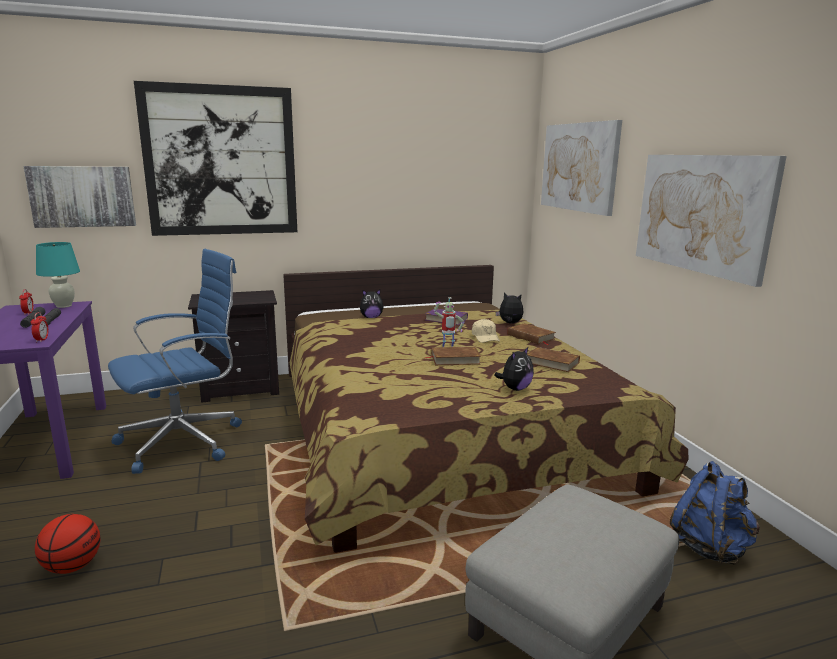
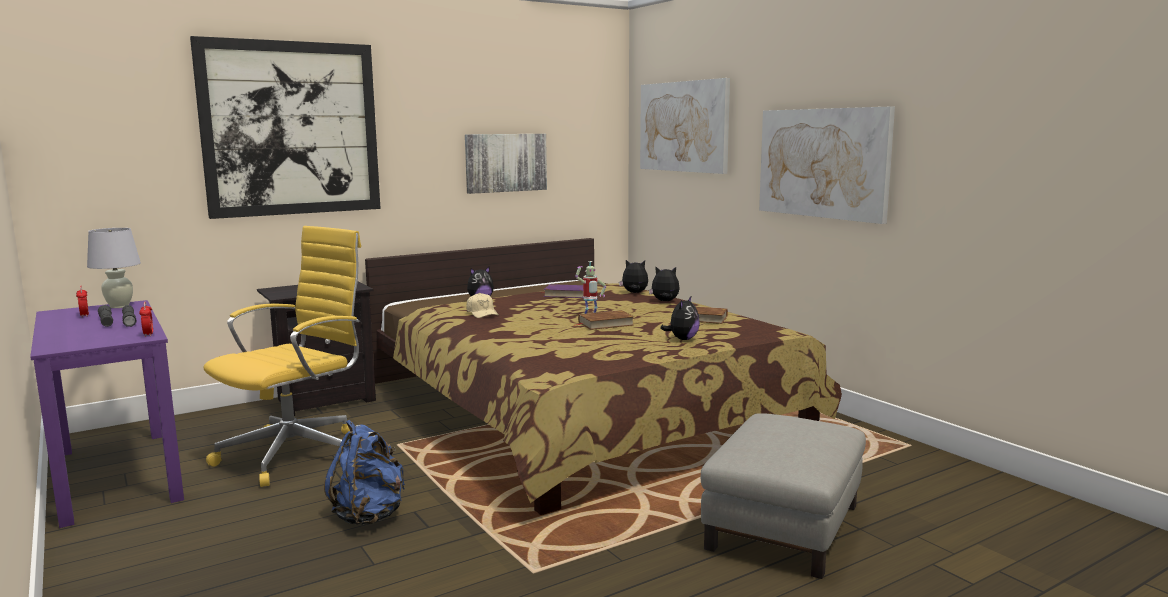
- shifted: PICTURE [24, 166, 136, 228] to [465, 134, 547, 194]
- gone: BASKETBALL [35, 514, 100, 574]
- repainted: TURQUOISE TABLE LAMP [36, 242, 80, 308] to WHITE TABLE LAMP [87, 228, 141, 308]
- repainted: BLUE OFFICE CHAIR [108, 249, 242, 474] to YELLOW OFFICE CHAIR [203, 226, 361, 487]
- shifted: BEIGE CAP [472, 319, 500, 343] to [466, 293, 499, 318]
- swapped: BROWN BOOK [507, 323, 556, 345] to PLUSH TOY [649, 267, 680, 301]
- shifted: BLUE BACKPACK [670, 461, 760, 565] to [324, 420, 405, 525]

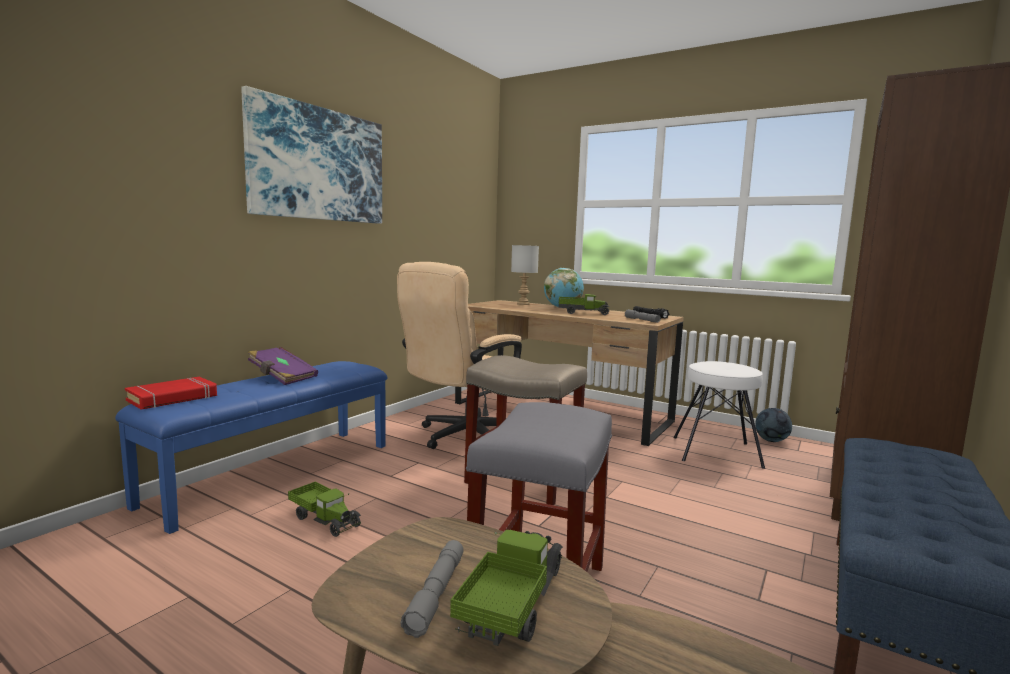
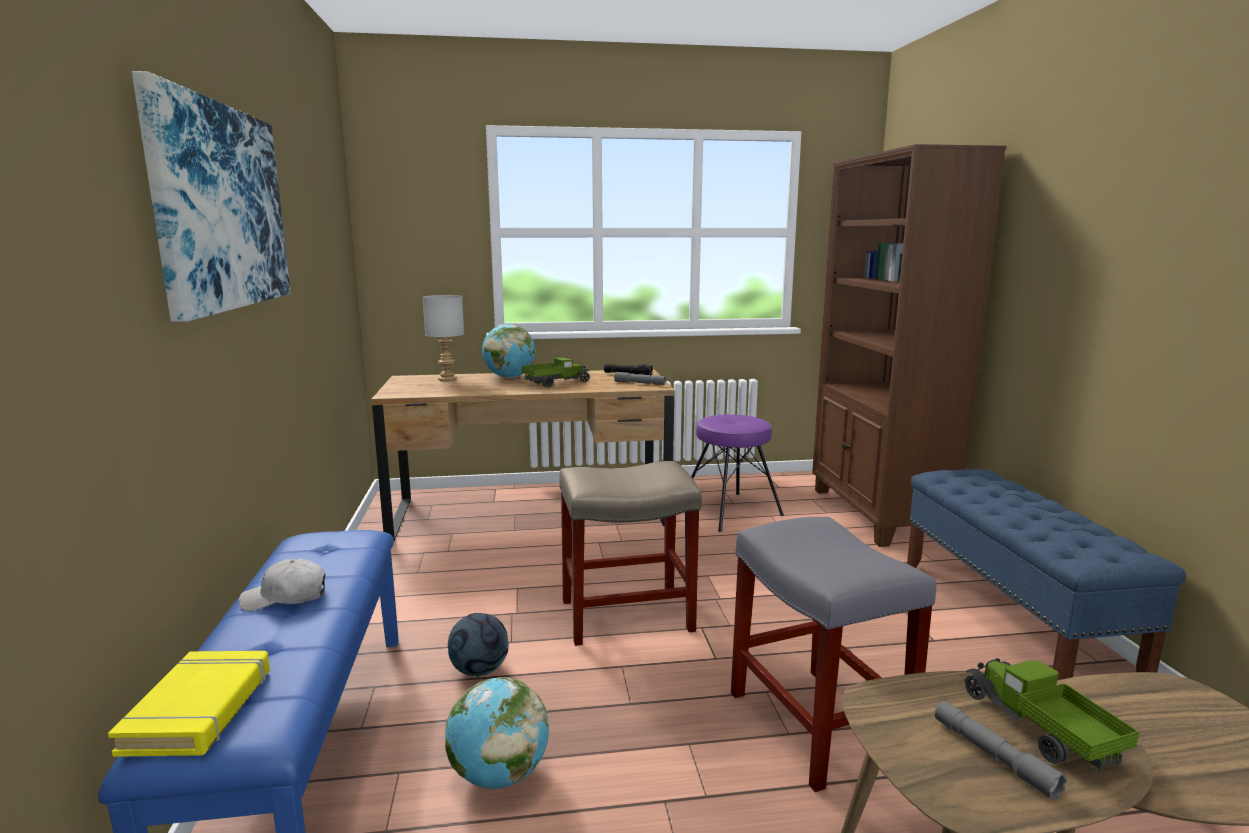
- repainted: RED BOOK [125, 377, 217, 410] to YELLOW BOOK [108, 651, 270, 757]
- swapped: PURPLE BOOK [248, 347, 318, 385] to WHITE CAP [239, 559, 325, 611]
- swapped: TOY TRUCK [288, 482, 361, 537] to GLOBE [445, 677, 549, 789]
- gone: BEIGE OFFICE CHAIR [397, 262, 522, 449]
- repainted: WHITE STOOL [673, 361, 765, 469] to PURPLE STOOL [691, 414, 784, 532]
- shifted: FOOTBALL [755, 408, 792, 442] to [448, 613, 509, 676]

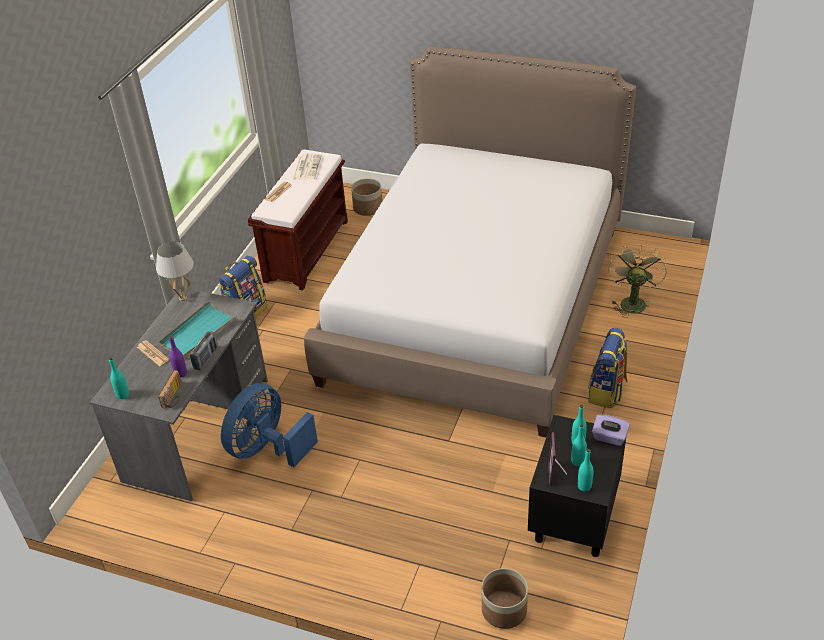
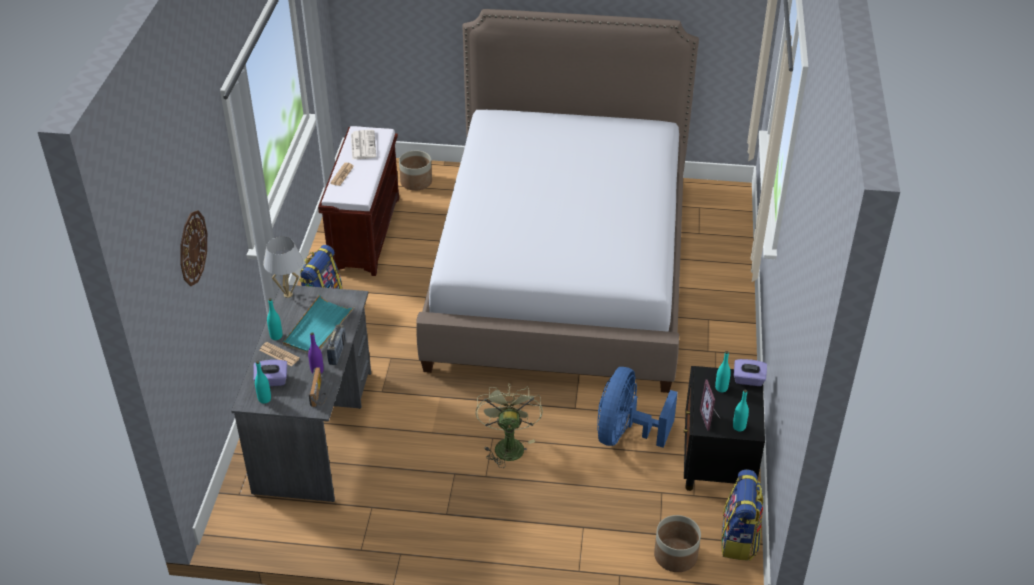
- shifted: BLUE FAN [221, 383, 318, 467] to [597, 367, 678, 448]
- shifted: TURQUOISE BOTTLE [571, 424, 587, 466] to [267, 298, 282, 340]
- shifted: BACKPACK [588, 328, 627, 409] to [721, 469, 764, 561]
- shifted: GREEN FAN [608, 245, 667, 318] to [476, 383, 543, 468]
- new: WALL CLOCK [180, 210, 207, 286]
- new: PURPLE TISSUE BOX [253, 360, 287, 386]

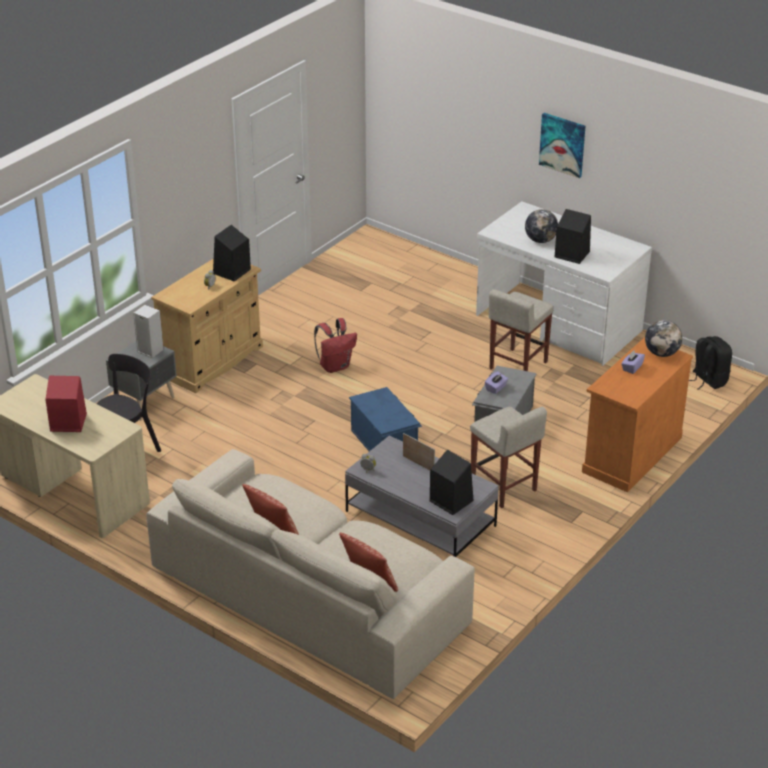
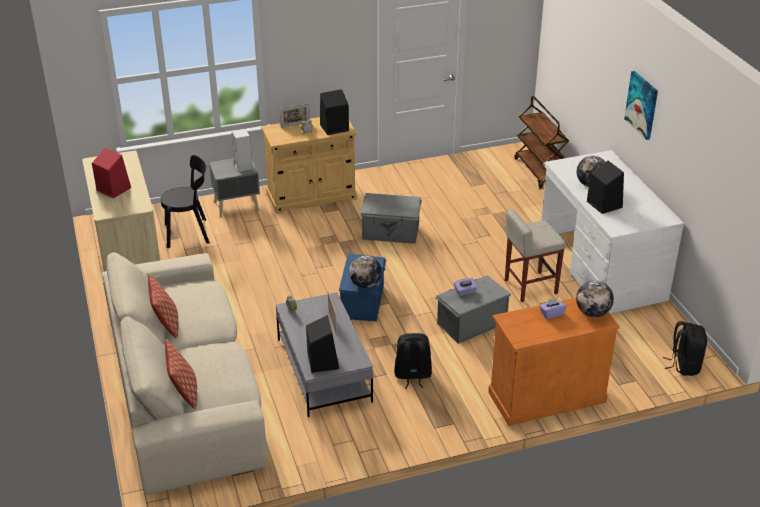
- swapped: RED BACKPACK [314, 318, 357, 373] to GREY STORAGE BOX [359, 193, 422, 244]
- swapped: BEIGE STOOL [470, 407, 547, 508] to BLACK BACKPACK [394, 333, 432, 389]
- new: PICTURE FRAME [280, 103, 310, 128]
- new: GLOBE [349, 256, 382, 288]
- new: BROWN CART [514, 96, 569, 189]

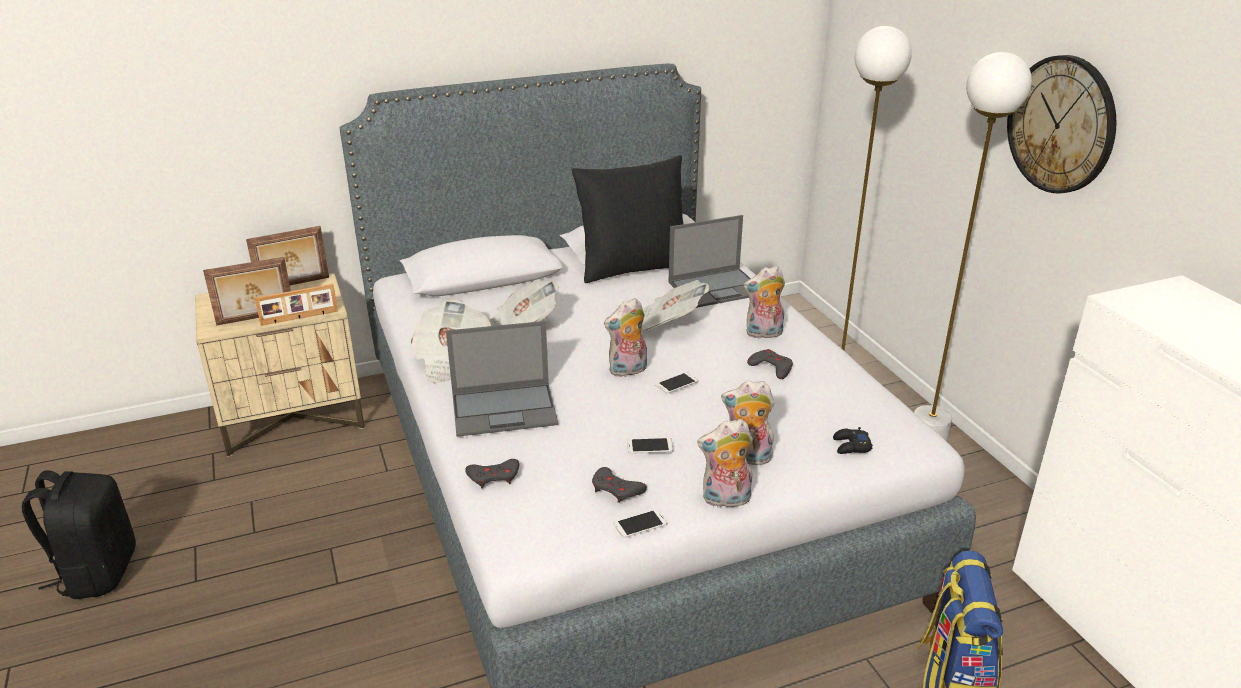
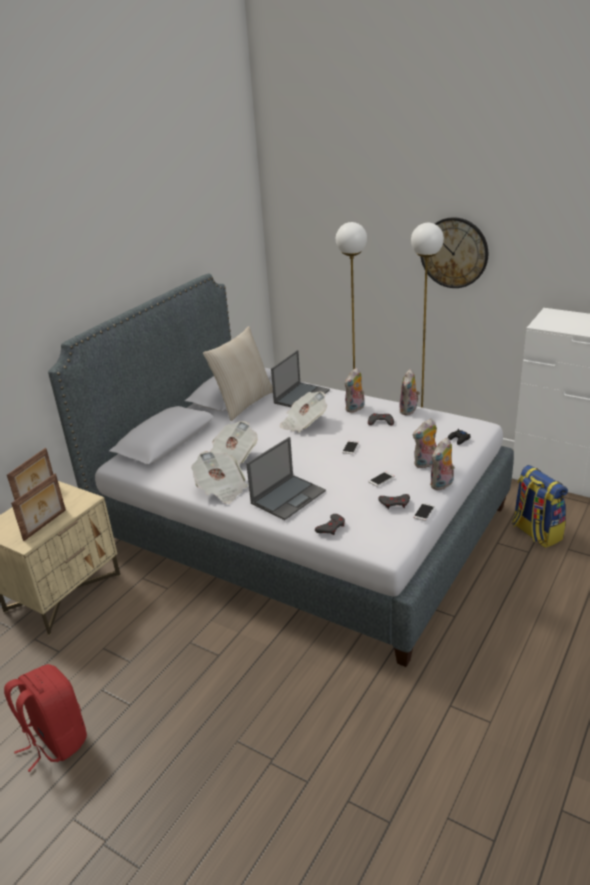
- repainted: BLACK BACKPACK [22, 470, 136, 599] to RED BACKPACK [4, 664, 87, 772]
- gone: PICTURE FRAME [255, 284, 338, 326]
- repainted: BLACK PILLOW [572, 155, 683, 283] to BEIGE PILLOW [203, 326, 273, 421]
- shifted: PLUSH TOY [604, 298, 647, 378] to [399, 369, 420, 415]

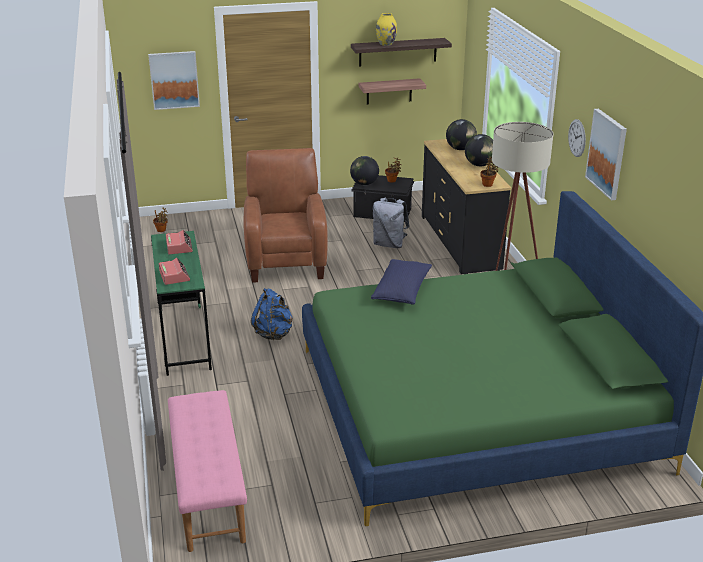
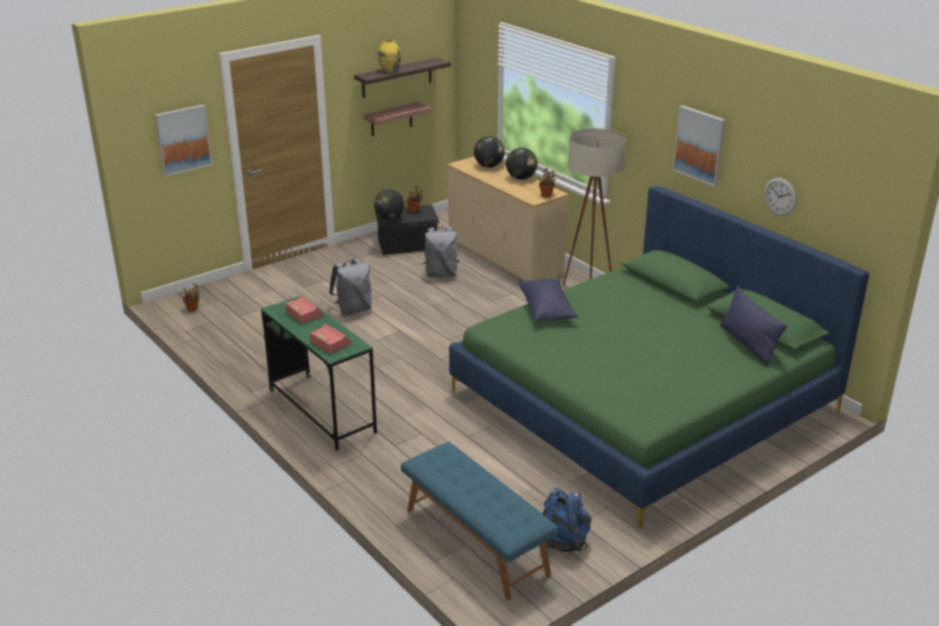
- repainted: PINK BENCH [168, 390, 247, 552] to BLUE BENCH [401, 442, 559, 600]
- swapped: BROWN ARMCHAIR [243, 148, 328, 283] to GREY BACKPACK [329, 259, 372, 316]
- shifted: BLUE BACKPACK [251, 288, 293, 340] to [542, 487, 592, 552]
- repainted: BLACK DRESSER [422, 139, 511, 274] to BEIGE DRESSER [447, 157, 569, 281]
- shifted: WALL CLOCK [568, 119, 586, 157] to [764, 178, 797, 216]
- new: BLUE PILLOW [720, 287, 787, 366]

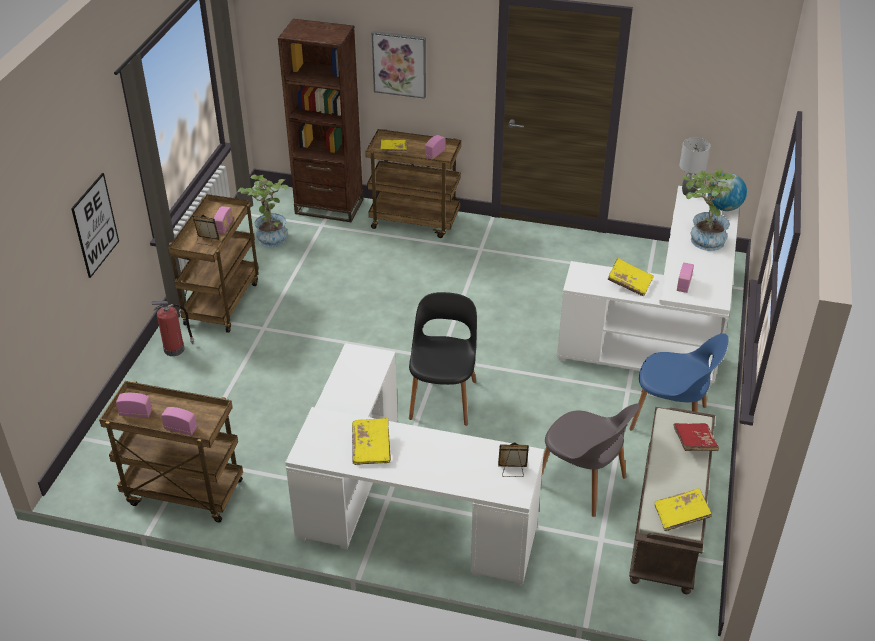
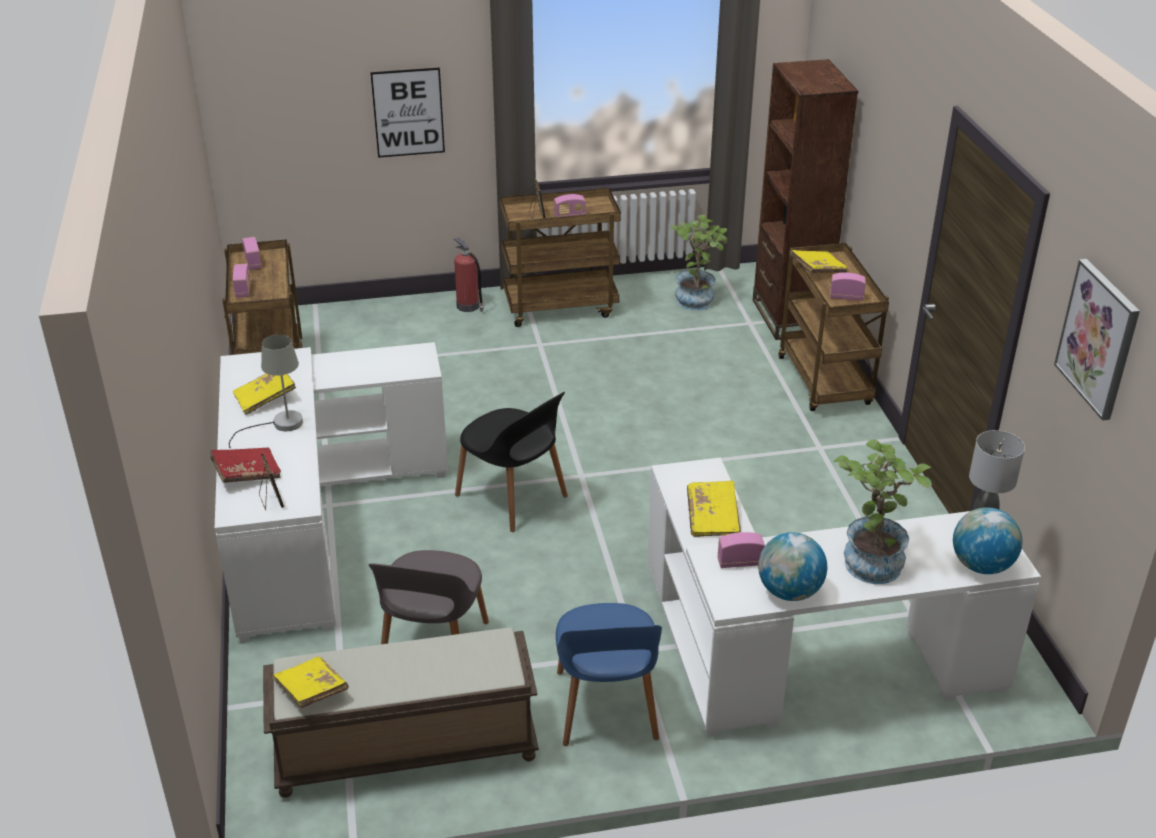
- shifted: PICTURE [372, 31, 426, 99] to [1054, 259, 1140, 421]
- rotated: BLACK CHAIR [409, 292, 477, 426] = [455, 392, 568, 532] 60 degrees clockwise
- shifted: RED BOOK [673, 423, 719, 451] to [210, 448, 281, 483]
- new: GREY TABLE LAMP [229, 334, 303, 449]
- new: GLOBE [758, 532, 827, 601]

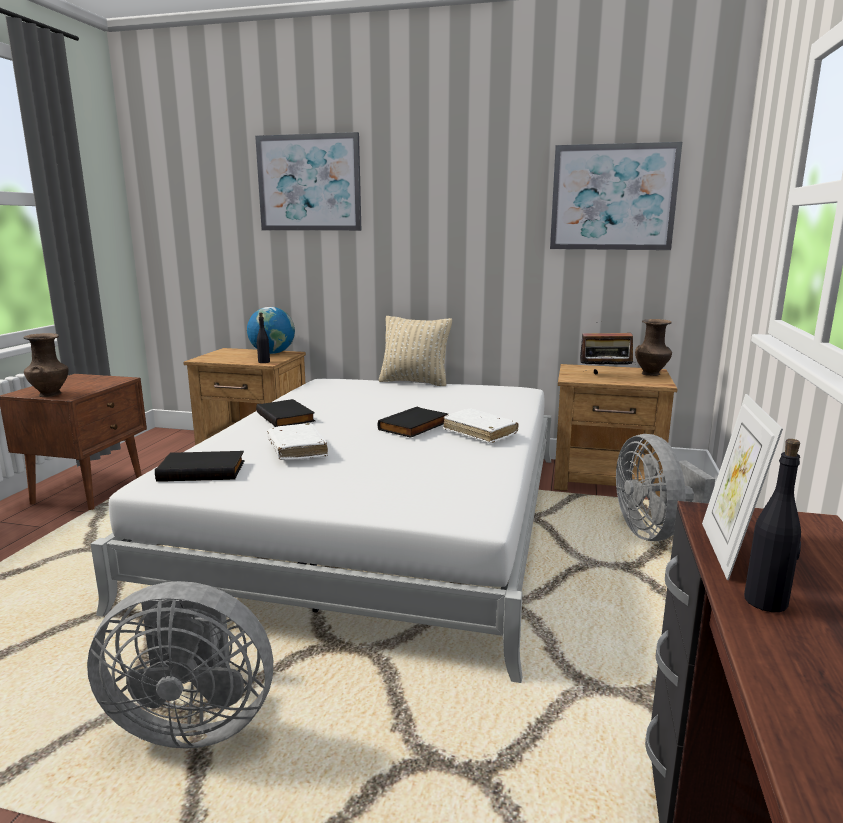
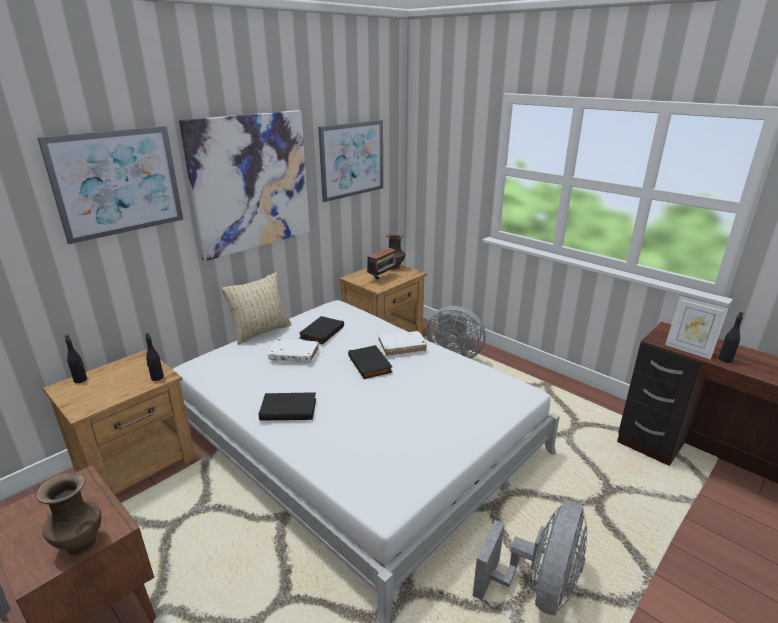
- shifted: BLACK BOOK [155, 451, 245, 482] to [299, 316, 344, 345]
- gone: GLOBE [247, 307, 295, 354]
- shifted: WHITE BOOK [267, 423, 328, 460] to [268, 339, 319, 362]
- new: BLACK BOTTLE [65, 334, 87, 383]
- new: PICTURE [179, 110, 310, 261]

